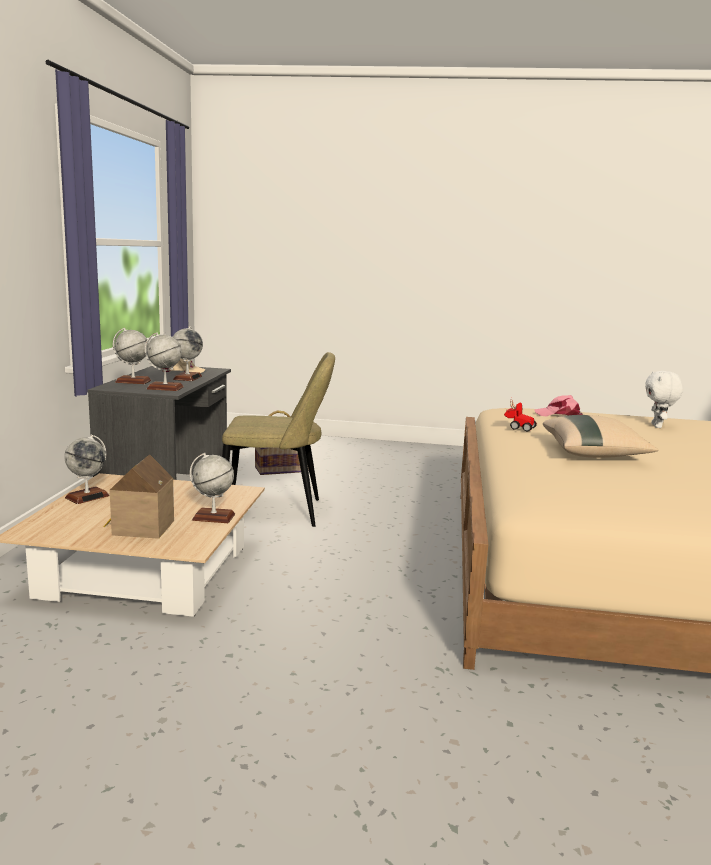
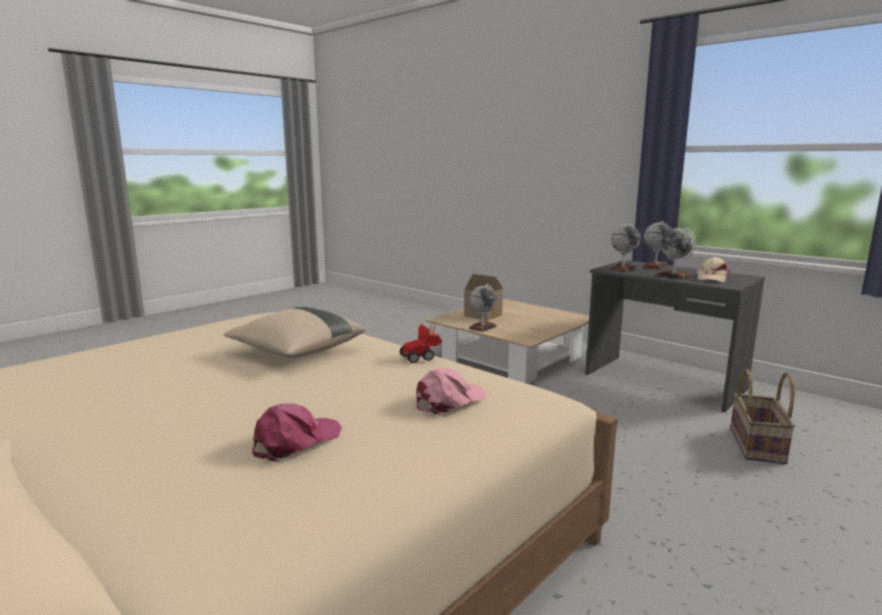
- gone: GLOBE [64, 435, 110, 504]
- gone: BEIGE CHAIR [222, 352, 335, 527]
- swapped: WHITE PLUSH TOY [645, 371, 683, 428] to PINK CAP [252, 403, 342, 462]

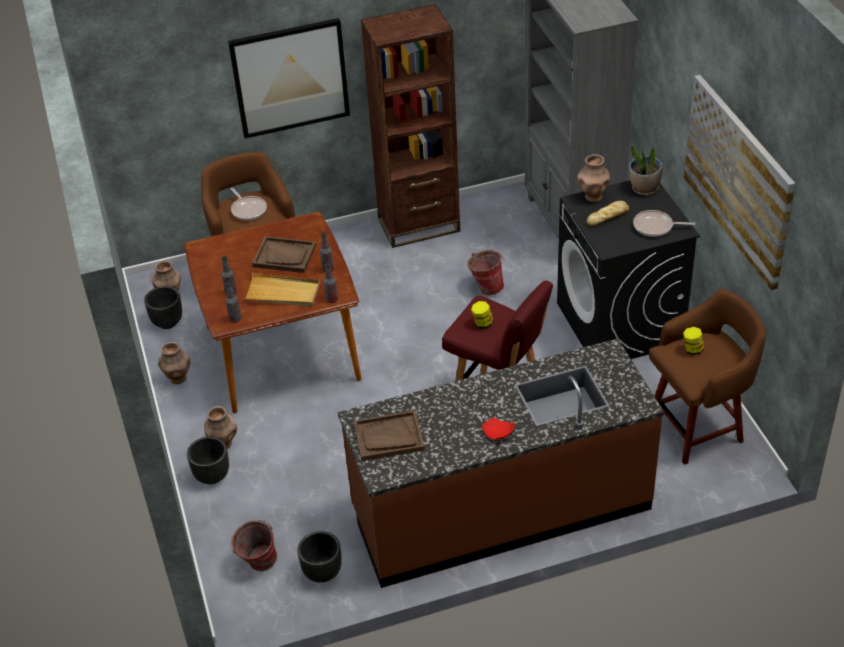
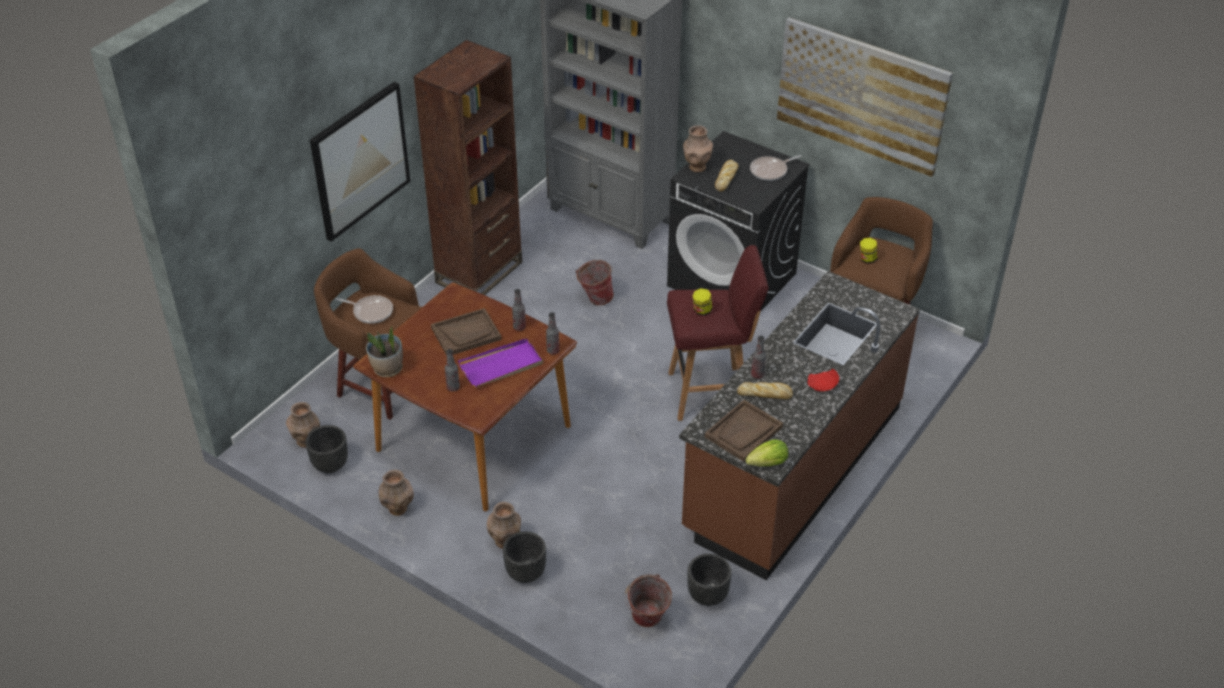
- shifted: BOTTLE [226, 282, 241, 322] to [751, 336, 766, 379]
- repainted: BEIGE TRAY [243, 273, 320, 306] to PURPLE TRAY [458, 338, 543, 387]
- shifted: POTTED PLANT [629, 146, 662, 195] to [366, 327, 403, 377]
- new: BREAD [737, 382, 793, 400]
- new: LETTUCE [745, 439, 788, 467]

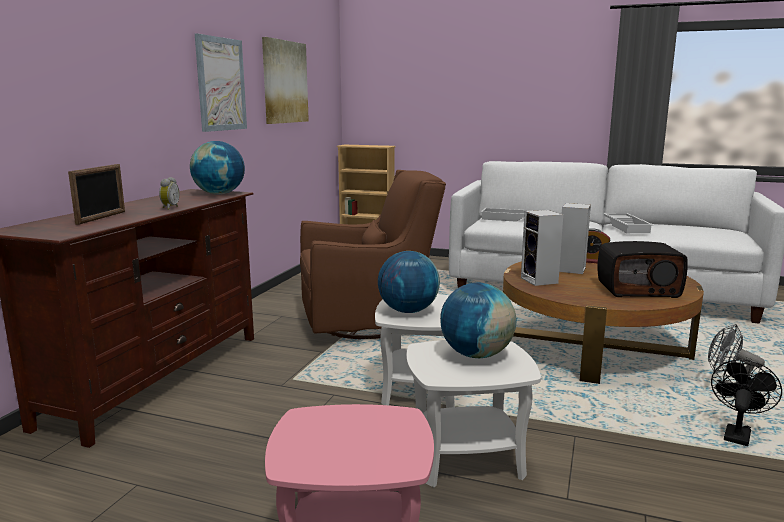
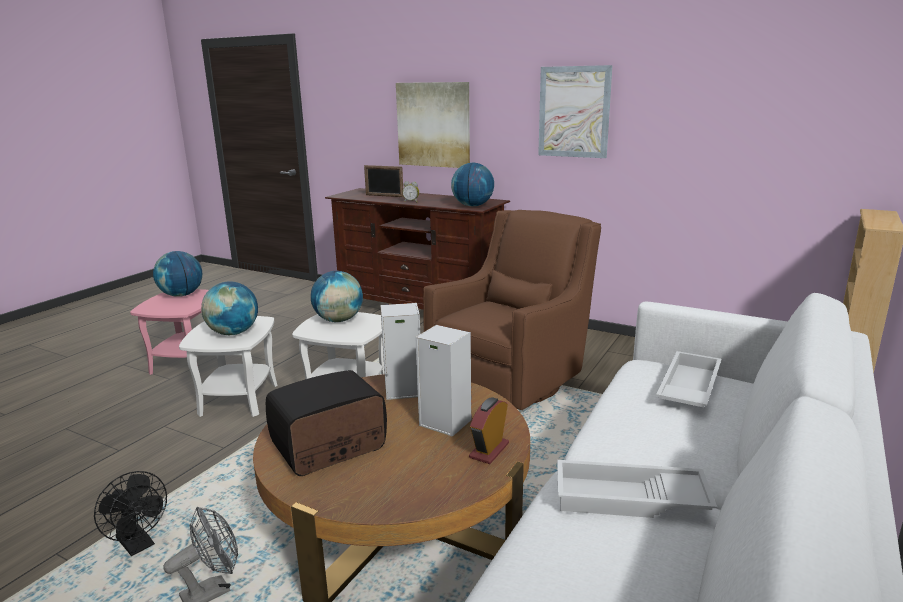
- shifted: PICTURE [262, 37, 309, 124] to [396, 82, 470, 168]
- rotated: BROWN ARMCHAIR [300, 170, 446, 339] = [423, 210, 601, 410] 135 degrees counterclockwise
- rotated: RADIO [597, 241, 688, 298] = [266, 370, 387, 476] 45 degrees clockwise
- new: GLOBE [153, 251, 202, 297]

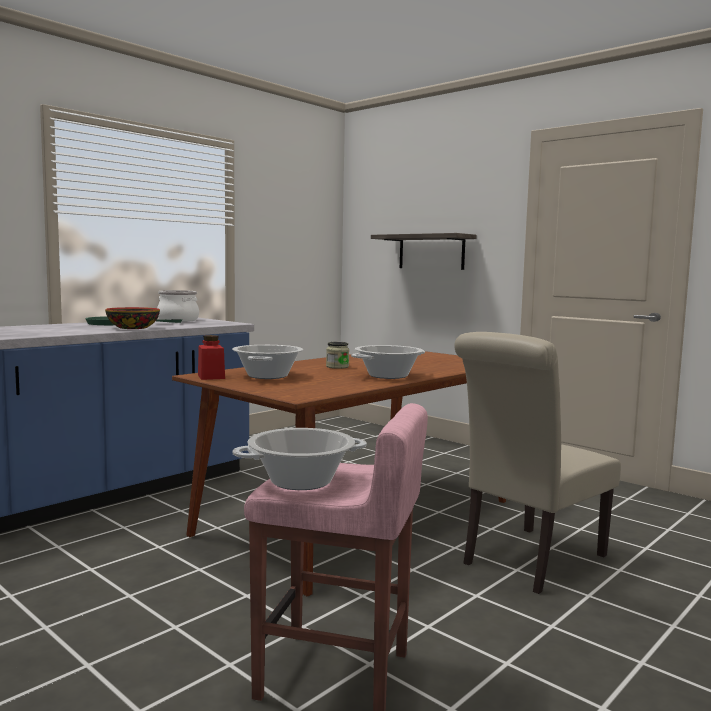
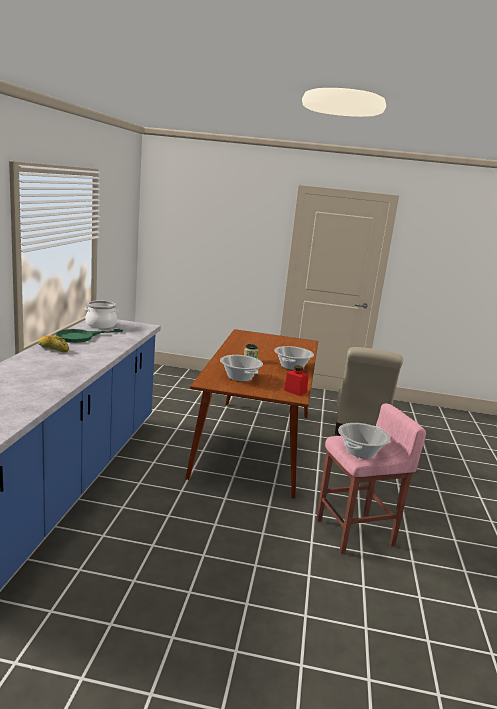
- gone: BOWL [105, 307, 160, 329]
- shifted: RED JAR [198, 335, 225, 380] to [284, 366, 309, 396]
- gone: SHELF [371, 233, 477, 270]
- new: BREAD [38, 335, 69, 352]

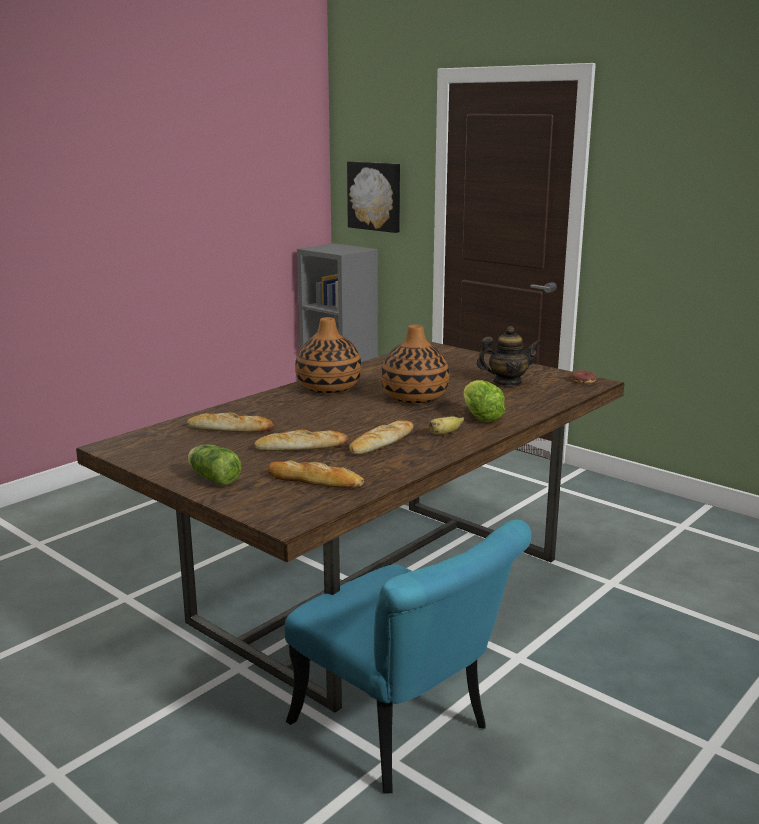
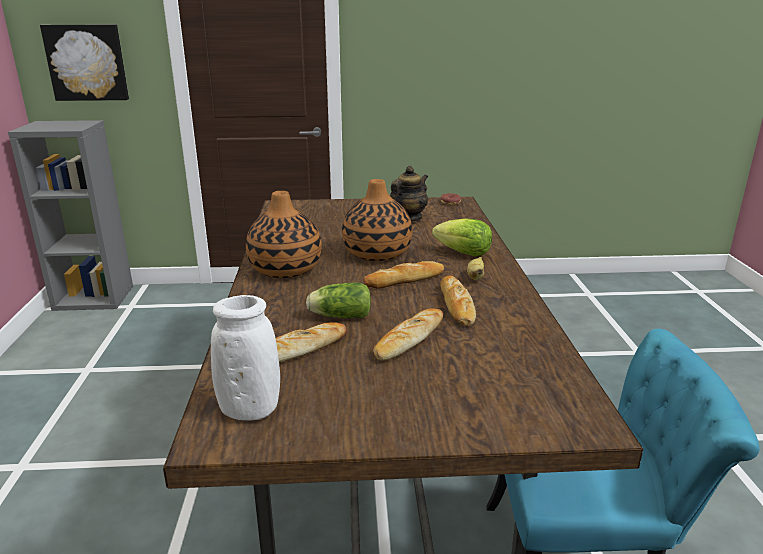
- shifted: LETTUCE [188, 444, 241, 486] to [306, 283, 371, 318]
- shifted: BREAD [267, 460, 364, 488] to [363, 261, 445, 289]
- new: WHITE VASE [211, 295, 280, 420]

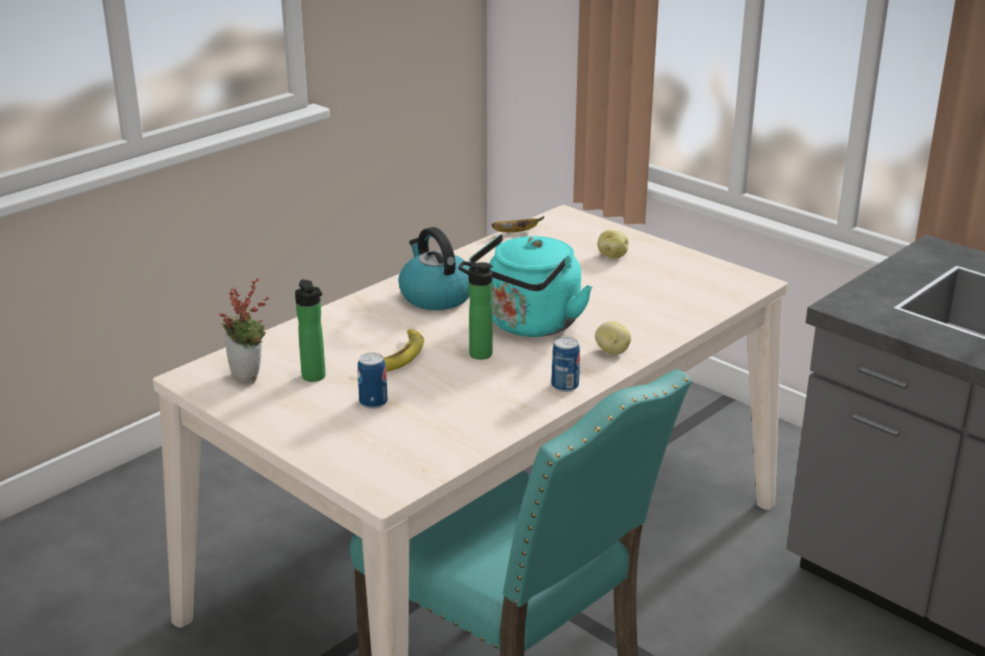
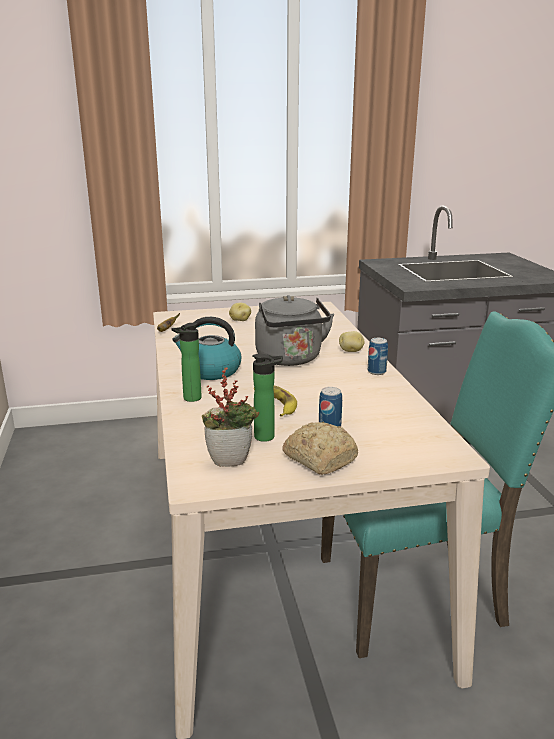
- shifted: BOTTLE [459, 261, 493, 360] to [171, 323, 202, 402]
- repainted: TURQUOISE KETTLE [469, 234, 592, 337] to GREY KETTLE [255, 295, 334, 366]
- new: BREAD [282, 422, 358, 475]

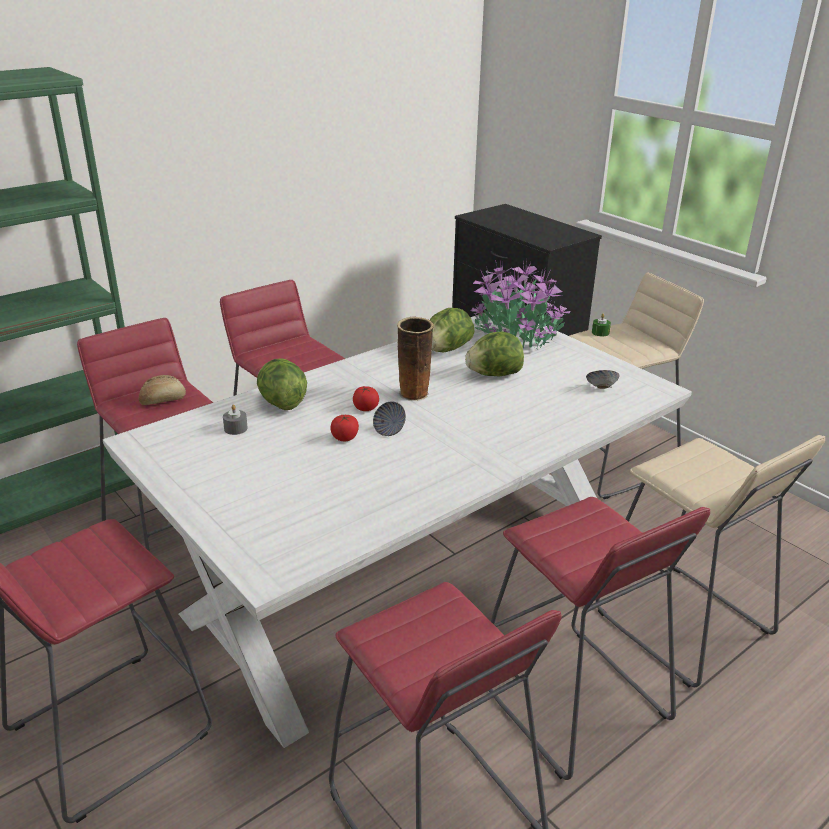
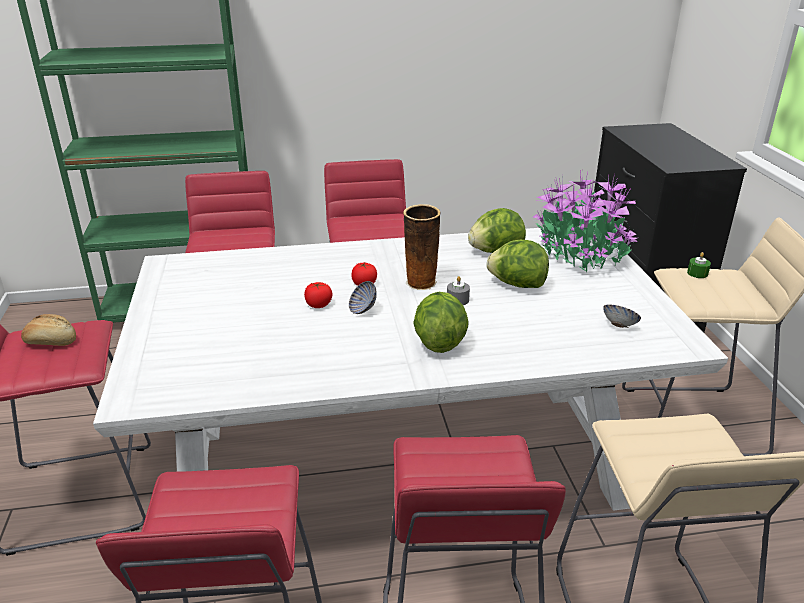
- shifted: BREAD [139, 375, 186, 405] to [21, 314, 76, 346]
- shifted: GREY CANDLE [223, 405, 248, 435] to [447, 276, 470, 305]
- shifted: LETTUCE [257, 359, 307, 410] to [413, 292, 469, 353]

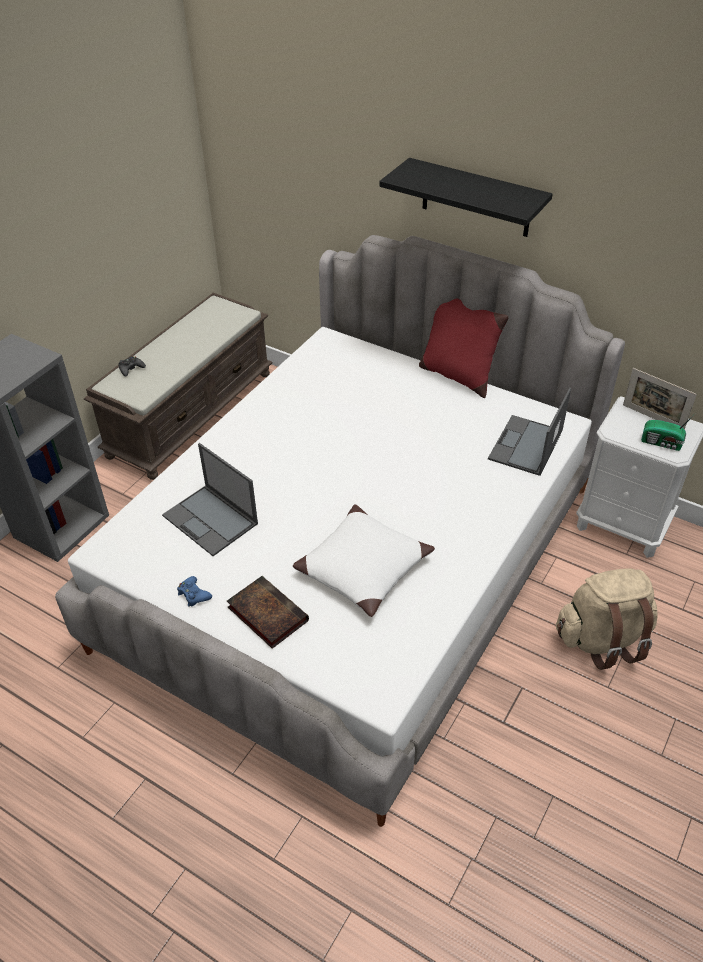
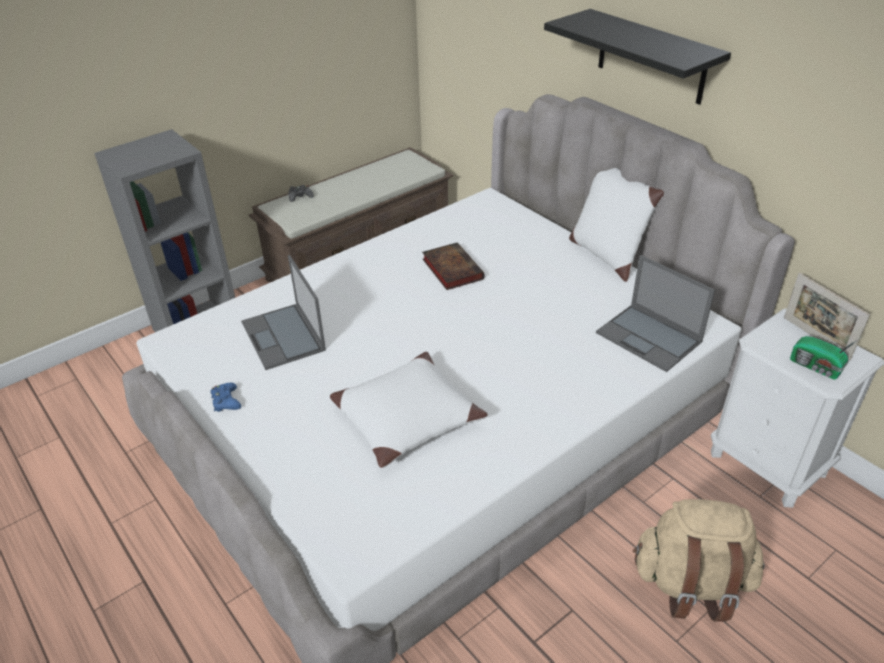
- shifted: BOOK [227, 576, 309, 649] to [422, 242, 485, 290]
- repainted: RED PILLOW [419, 298, 508, 398] to WHITE PILLOW [569, 168, 664, 282]
- rotated: LAPTOP [488, 388, 571, 476] = [596, 255, 715, 372] 90 degrees counterclockwise

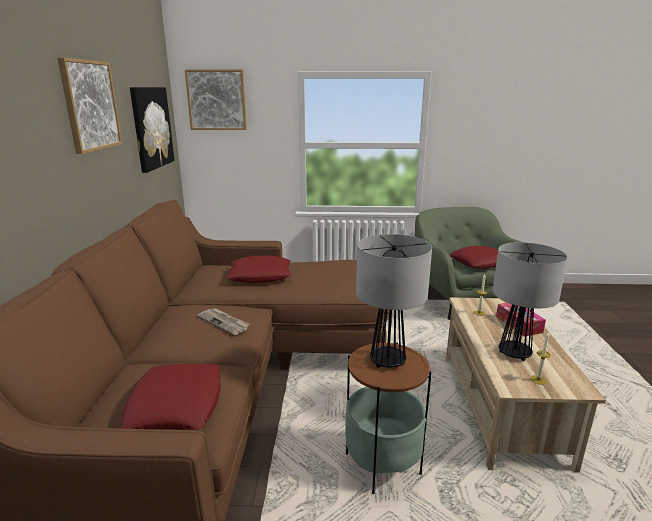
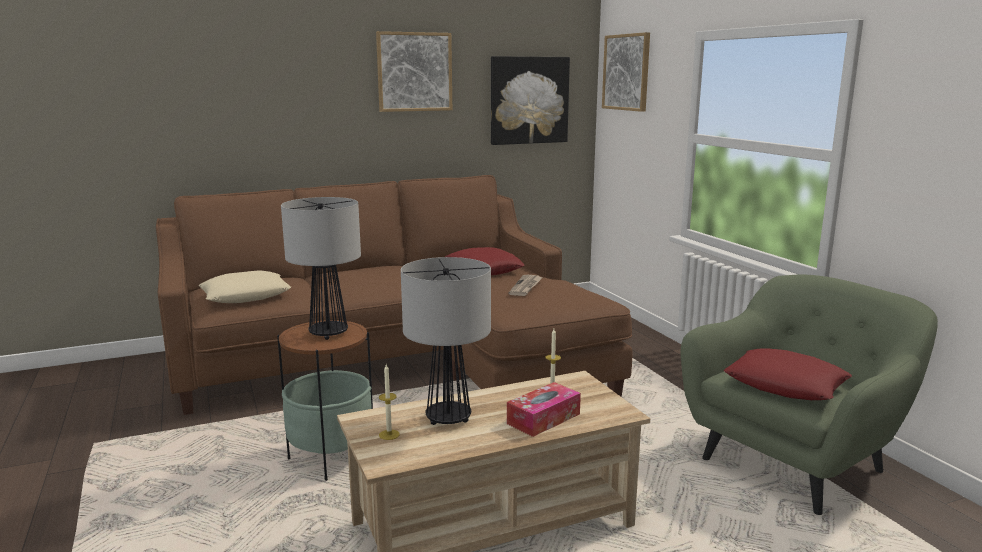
- repainted: RED PILLOW [120, 364, 221, 430] to BEIGE PILLOW [198, 271, 291, 303]
- shifted: NEWSPAPER [197, 308, 250, 335] to [509, 275, 543, 296]

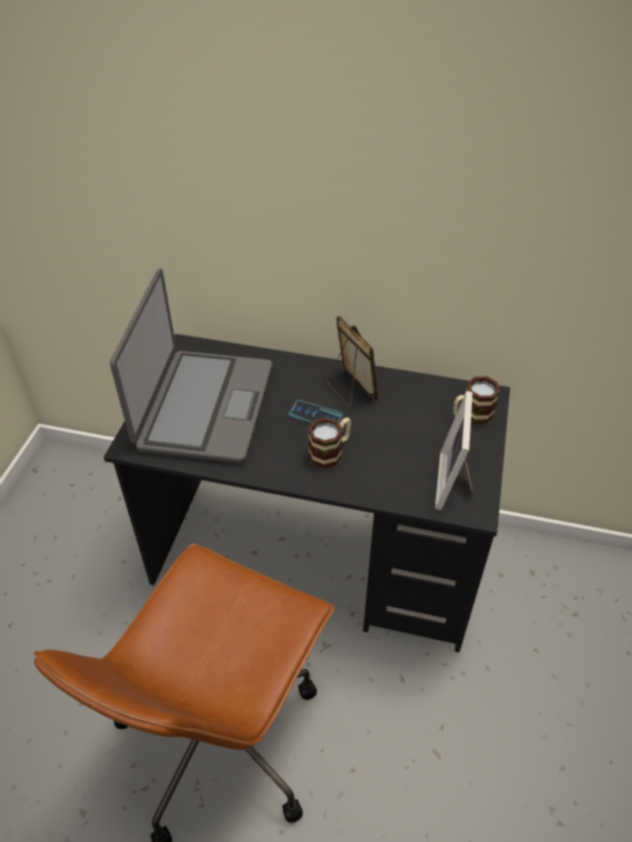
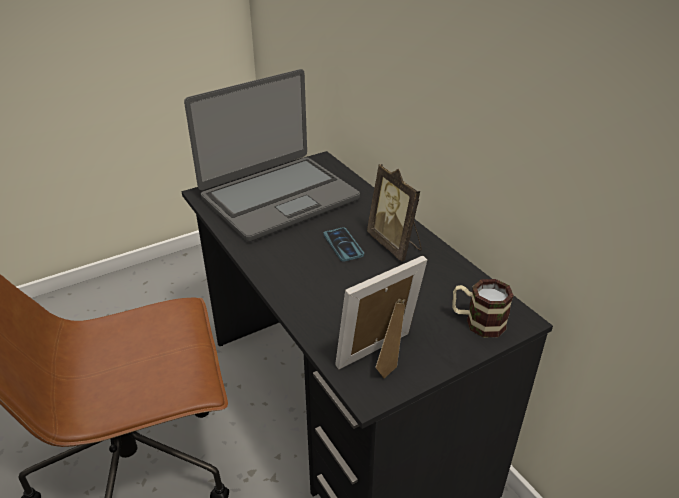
- gone: MUG [308, 417, 351, 469]
- rotated: PICTURE FRAME [327, 316, 378, 407] = [367, 164, 422, 261] 135 degrees clockwise

